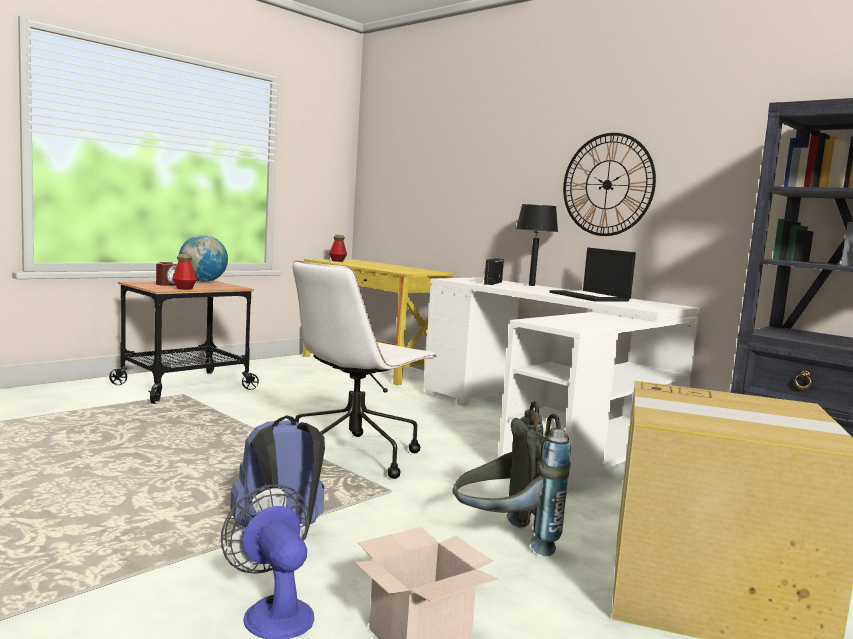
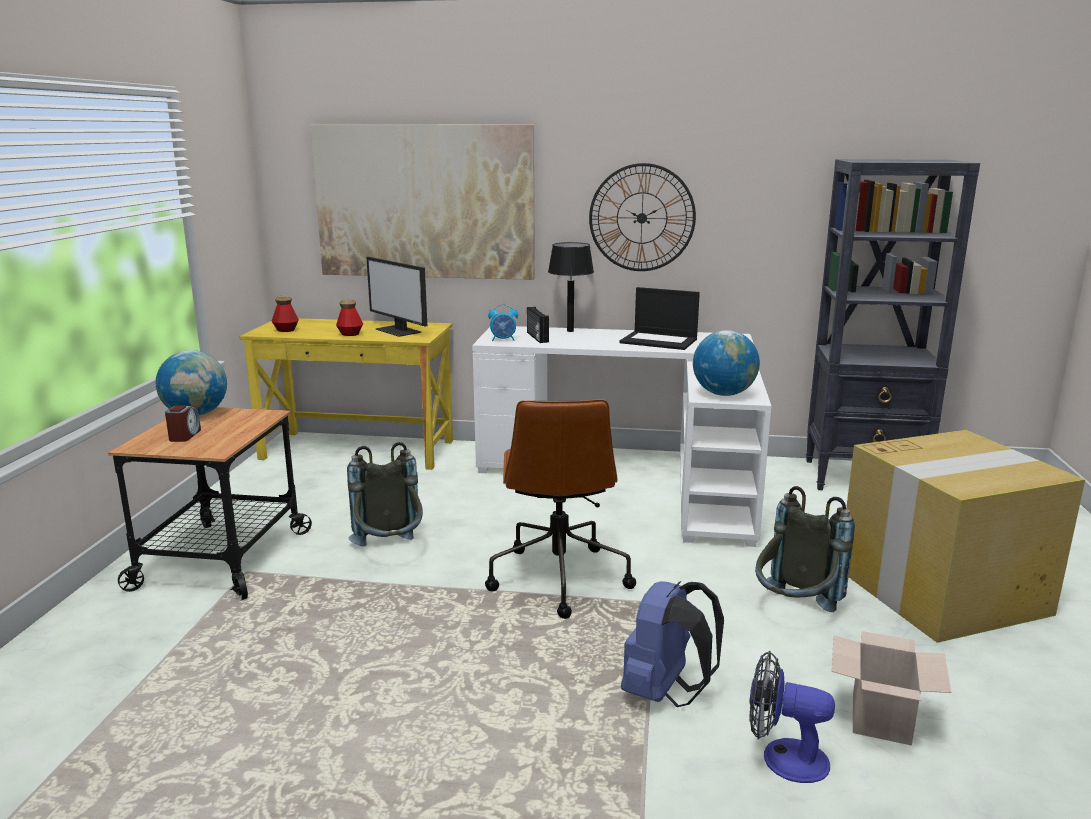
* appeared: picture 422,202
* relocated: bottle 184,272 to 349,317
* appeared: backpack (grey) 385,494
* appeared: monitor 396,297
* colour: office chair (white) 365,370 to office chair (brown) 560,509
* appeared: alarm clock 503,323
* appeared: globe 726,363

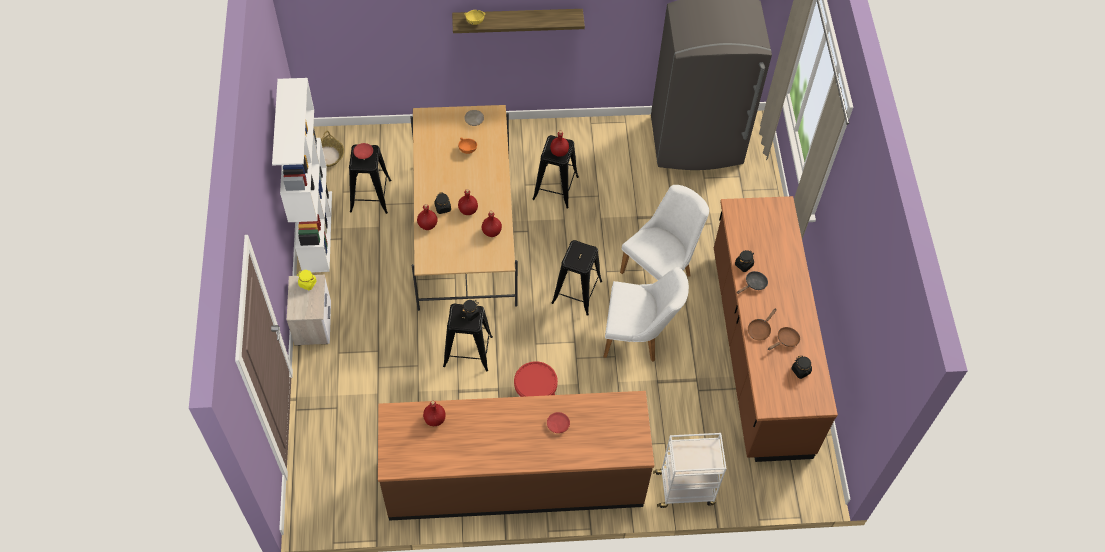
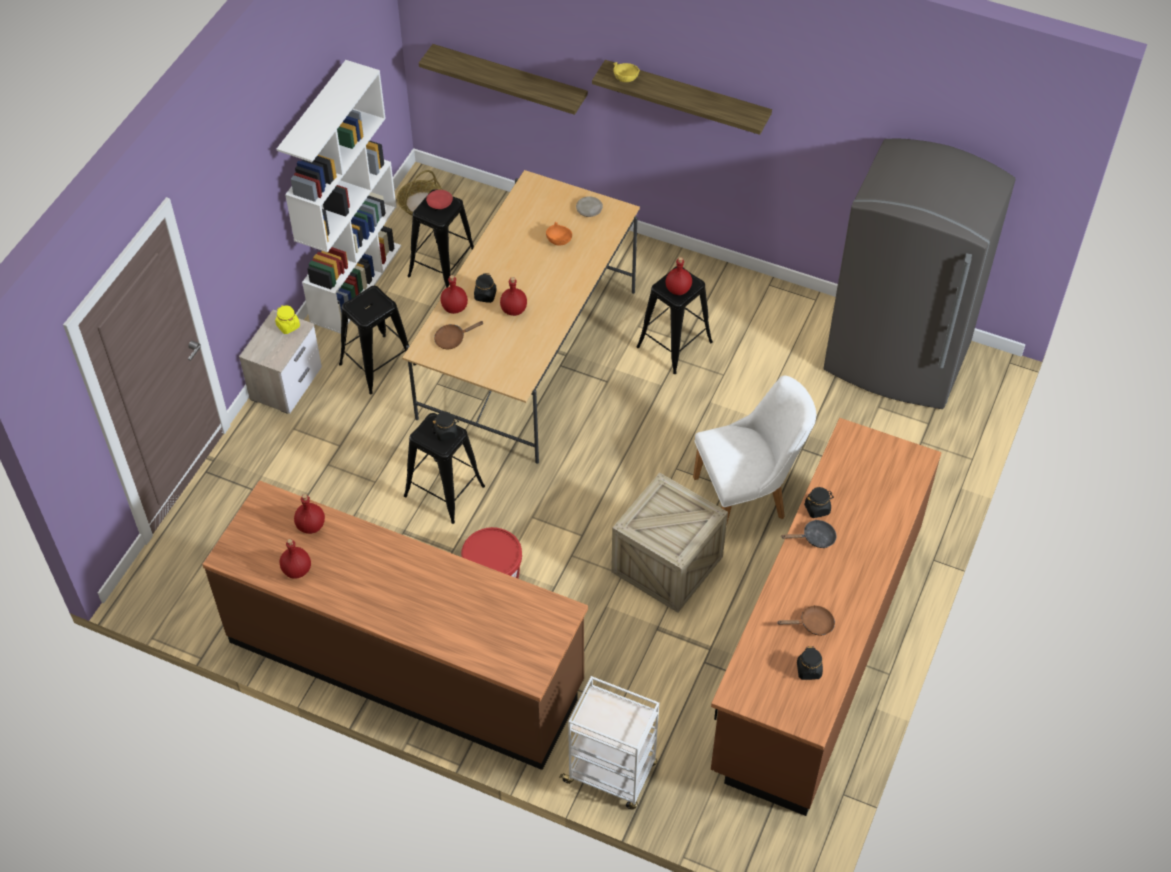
* relocated: bottle (red) 492,224 to 295,559
* relocated: stool (black) 576,278 to 377,340
* appeared: shelf 503,79
* relocated: frying pan (brown) 762,324 to 459,335
* exchanged: chair (white) 646,314 to crate 669,543
* missing: plate (red) 558,422

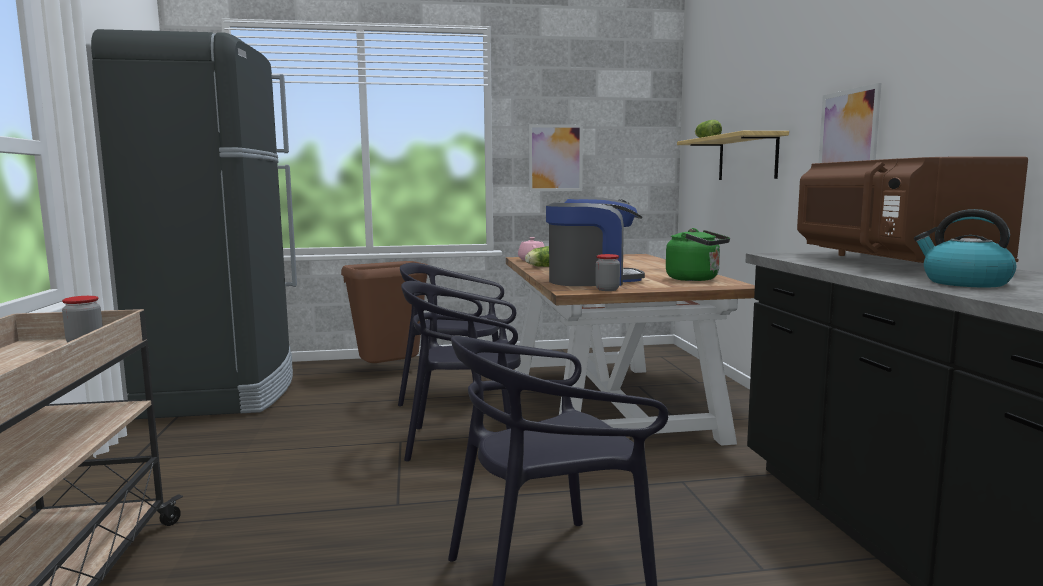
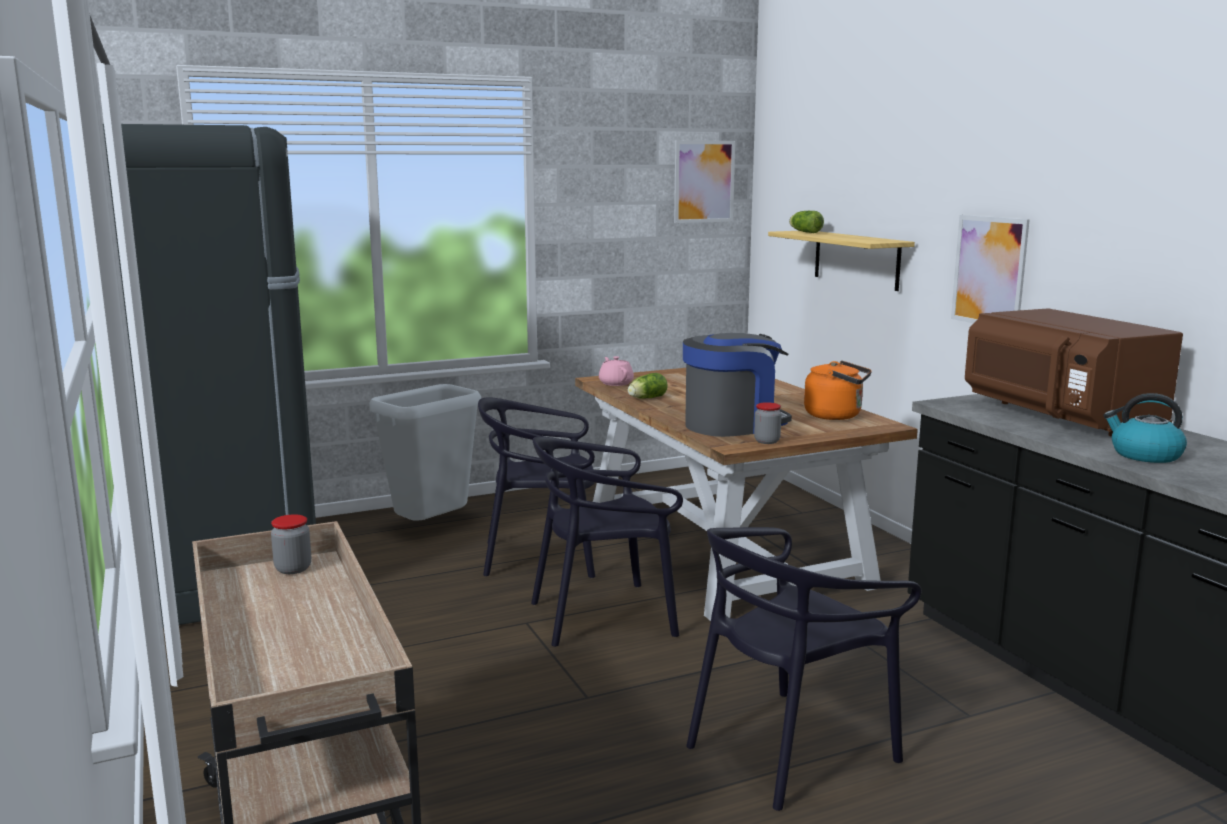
* colour: trash can (brown) 384,312 to trash can (grey) 425,452
* relocated: picture 556,157 to 704,181
* colour: kettle (green) 698,254 to kettle (orange) 838,390

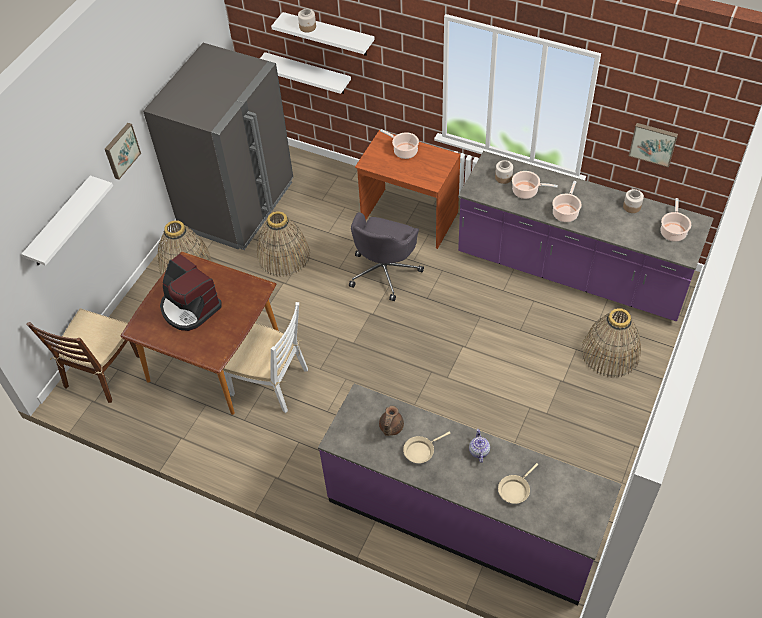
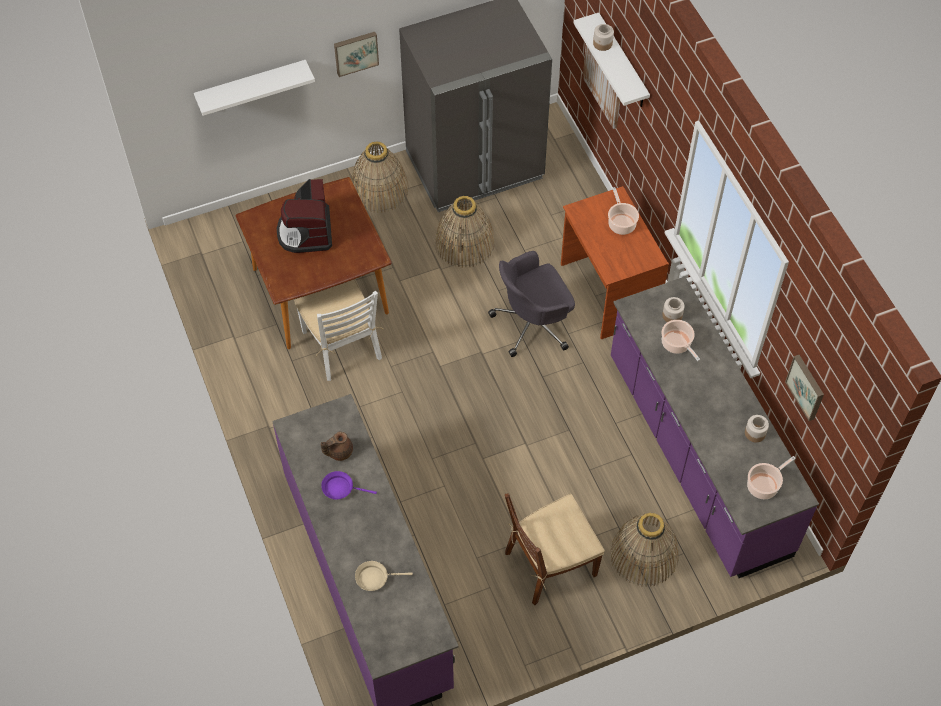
* colour: frying pan (beige) 426,447 to frying pan (purple) 349,485
* relocated: chair (brown) 83,355 to 555,549
* exchanged: shelf (white) 305,73 to picture 601,87
* missing: teapot 479,446
* missing: cooking pot 567,201

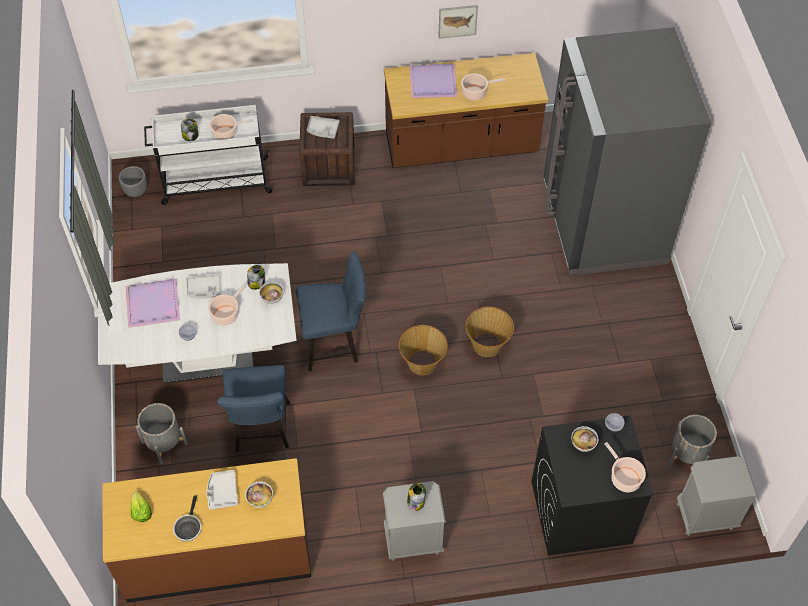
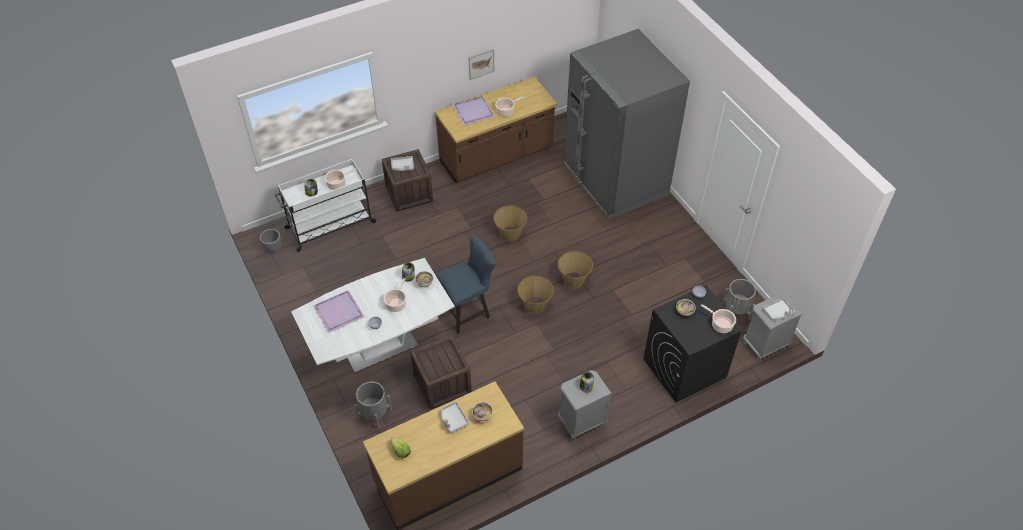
* exchanged: chair (blue) 253,408 to crate 441,372
* appeared: basket 510,223
* relocated: tray (grey) 203,286 to 778,309
* missing: frying pan 187,518

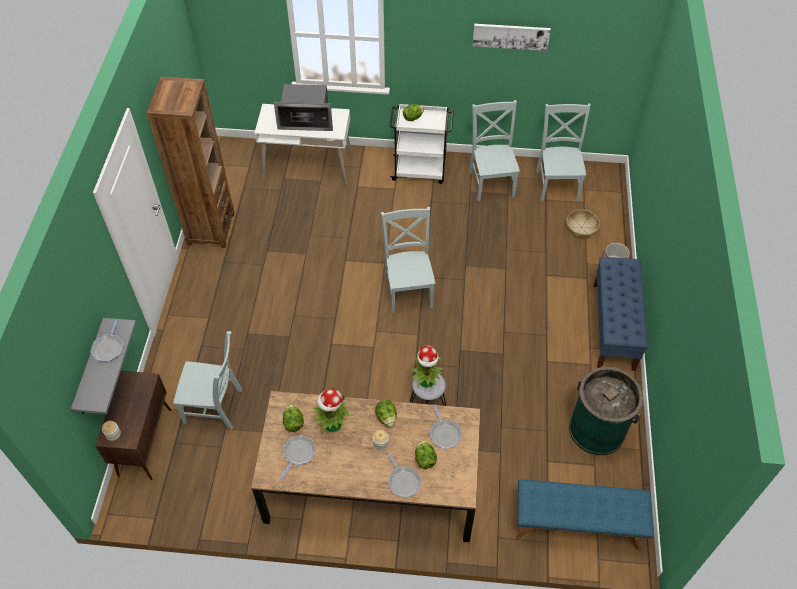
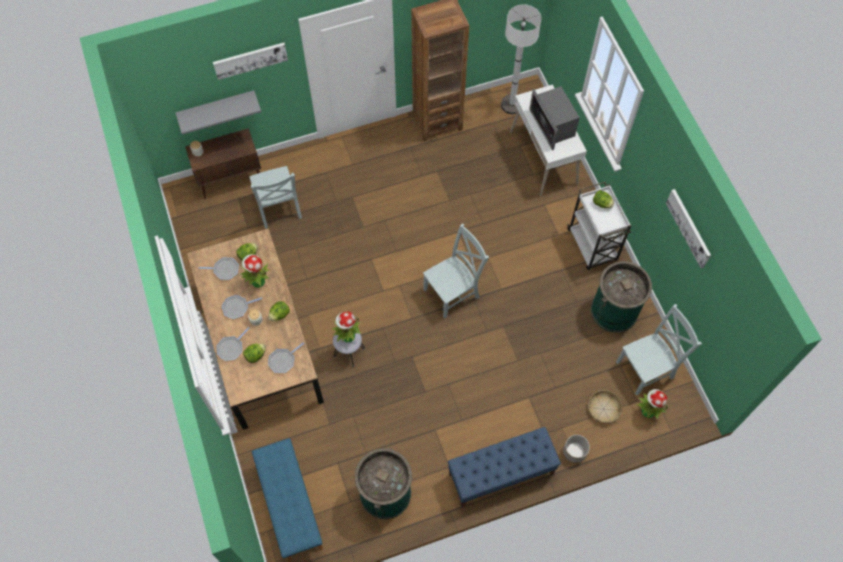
* appeared: picture 250,61
* relocated: frying pan 107,340 to 242,307
* appeared: floor lamp (white) 521,59
* exchanged: chair (grey) 494,150 to trash can (green) 621,297
* appeared: potted plant 652,404

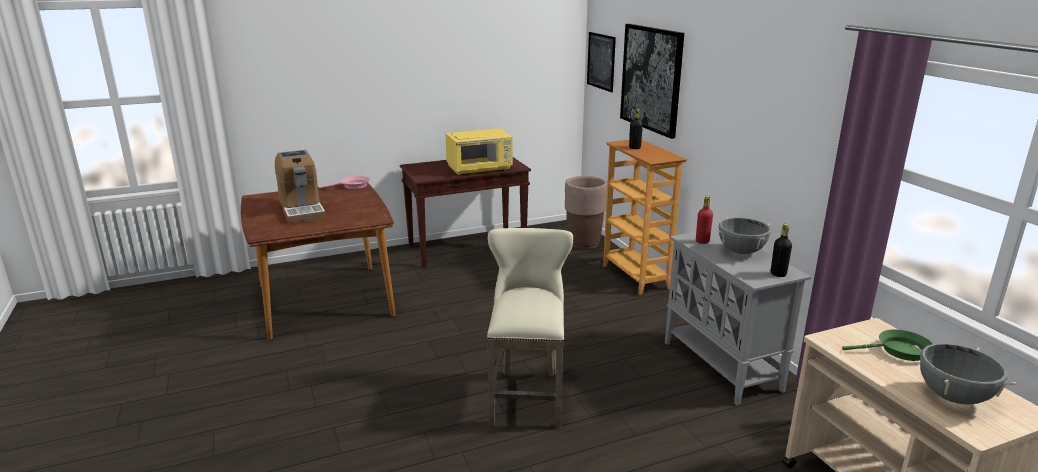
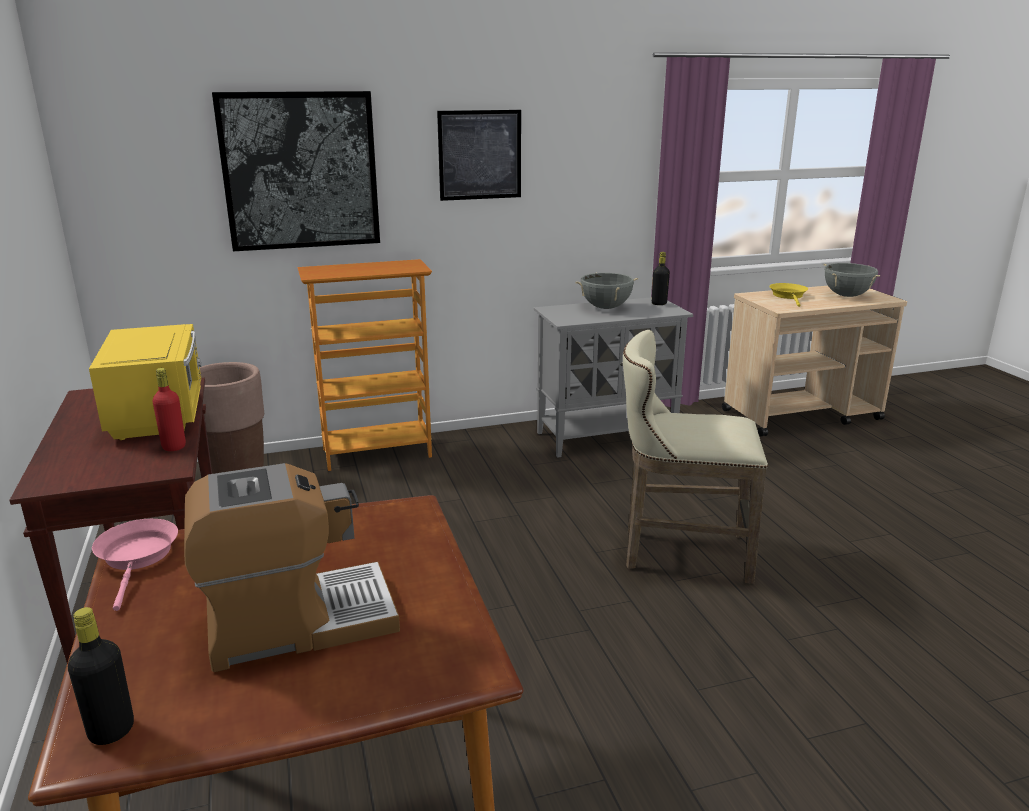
* relocated: bottle (black) 636,129 to 101,676
* relocated: bottle (red) 704,220 to 169,409
* relocated: picture 601,62 to 479,155
* colour: frying pan (green) 887,345 to frying pan (yellow) 788,295

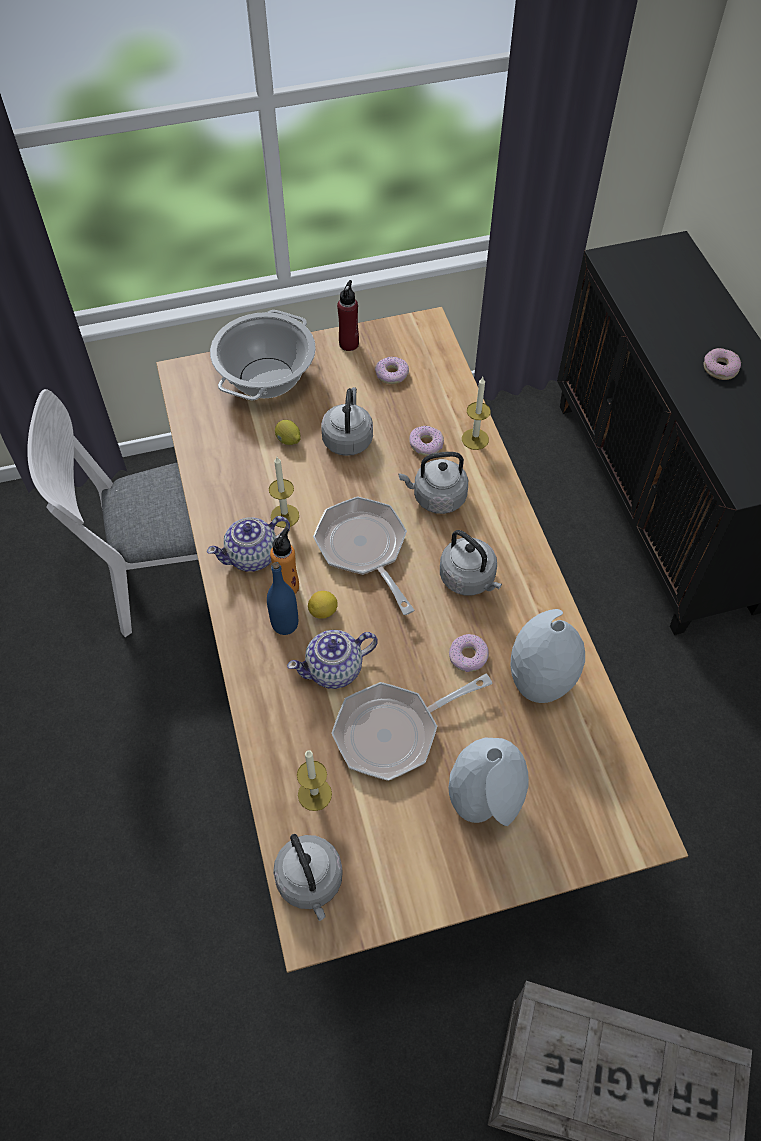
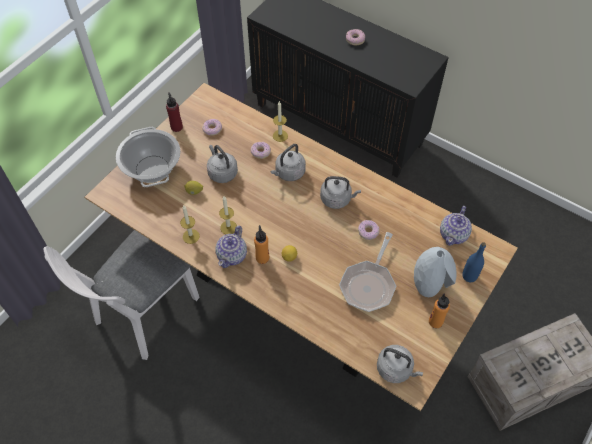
* relocated: candle 314,780 to 190,224
* appeared: bottle (orange) 439,310
* relocated: teapot 332,659 to 456,226
* relocated: bottle (blue) 282,598 to 474,262
* missing: frying pan 363,555
* missing: vase (grey) 547,656

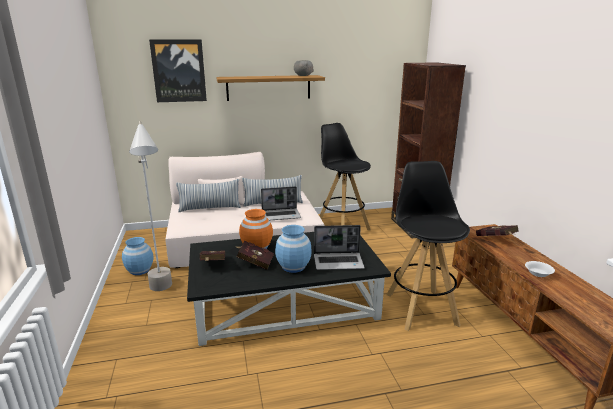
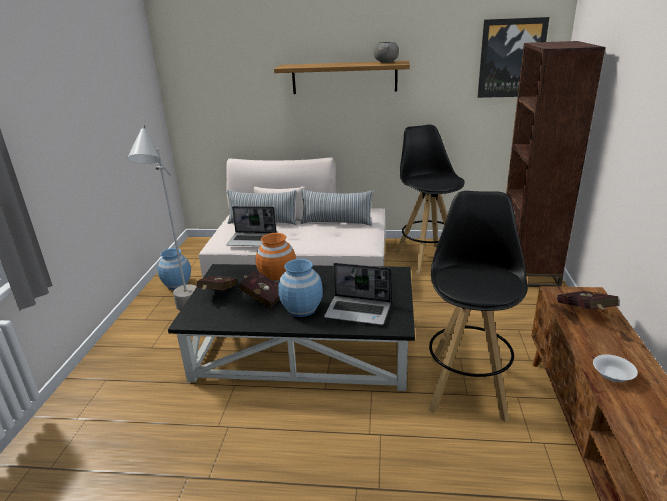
* relocated: laptop 281,203 to 251,226
* relocated: picture 178,70 to 513,57

